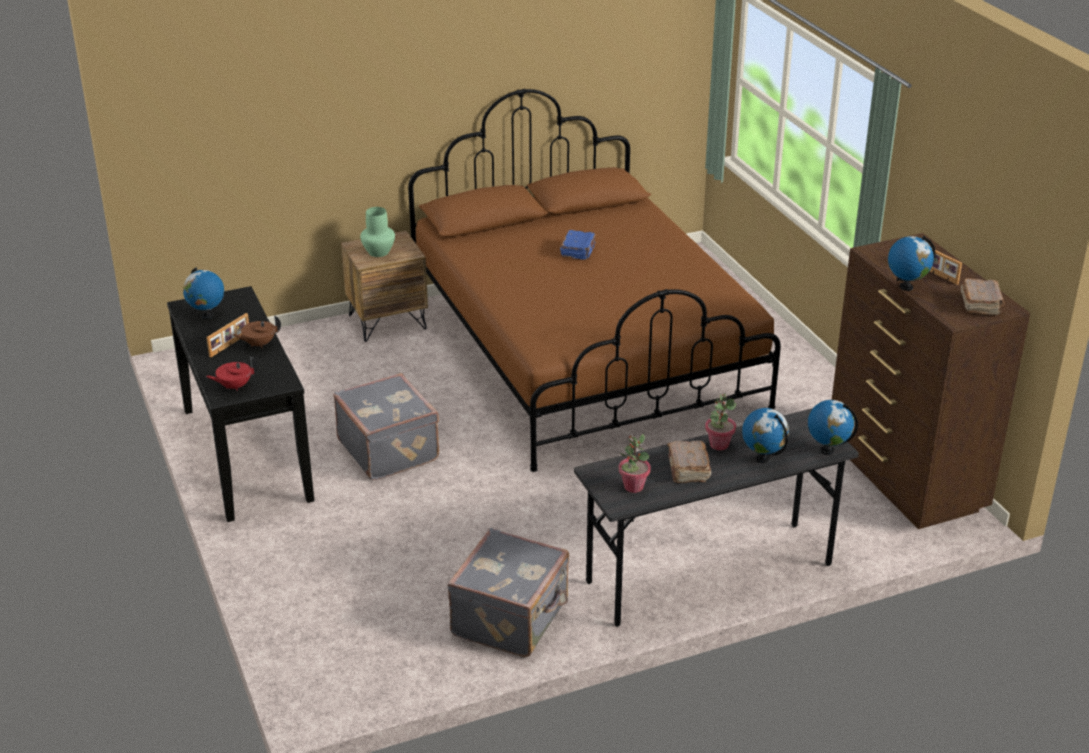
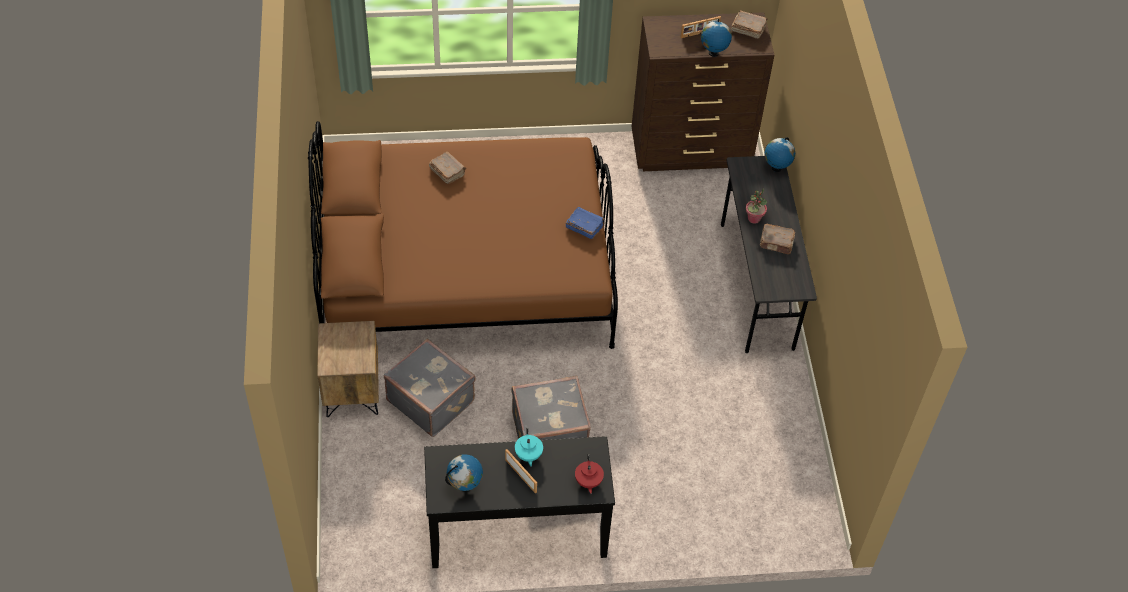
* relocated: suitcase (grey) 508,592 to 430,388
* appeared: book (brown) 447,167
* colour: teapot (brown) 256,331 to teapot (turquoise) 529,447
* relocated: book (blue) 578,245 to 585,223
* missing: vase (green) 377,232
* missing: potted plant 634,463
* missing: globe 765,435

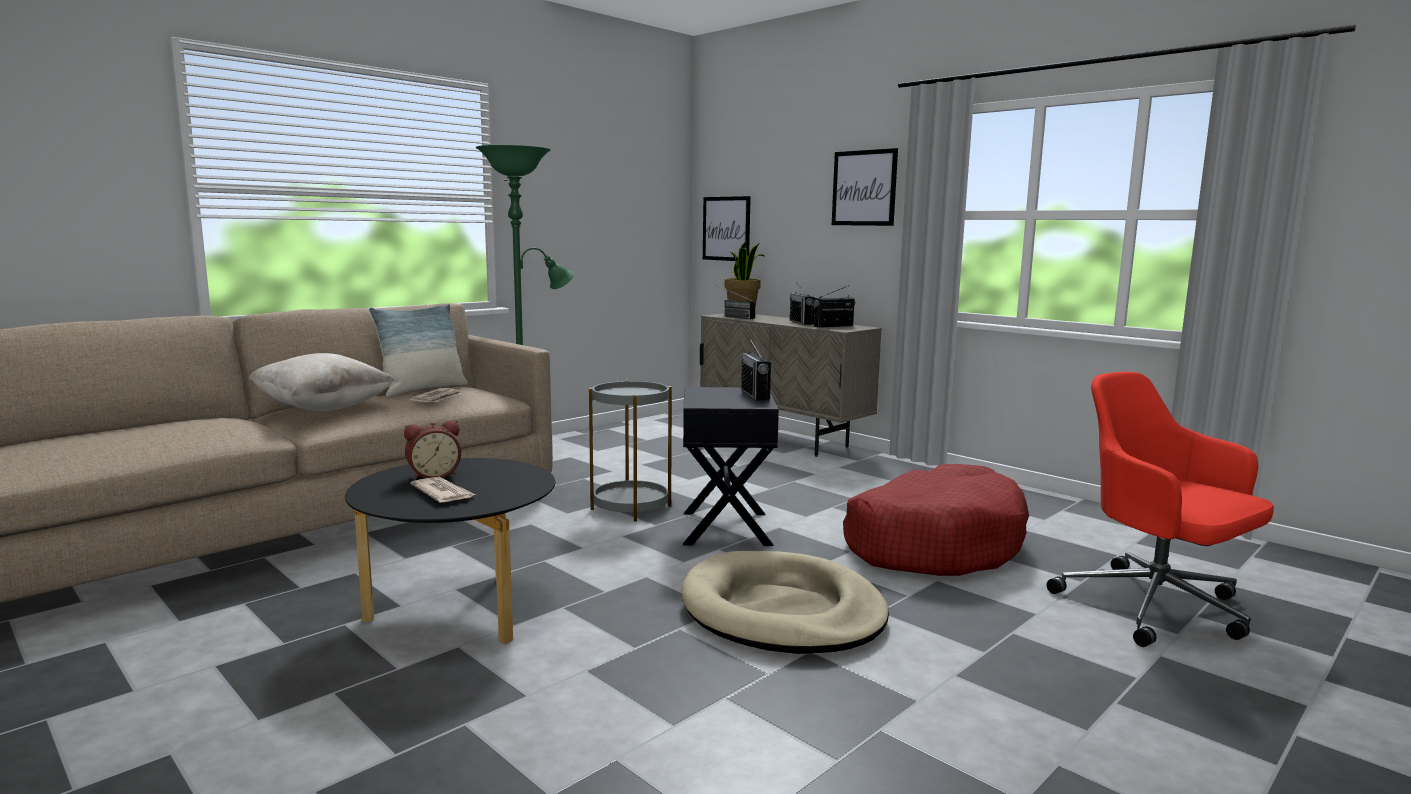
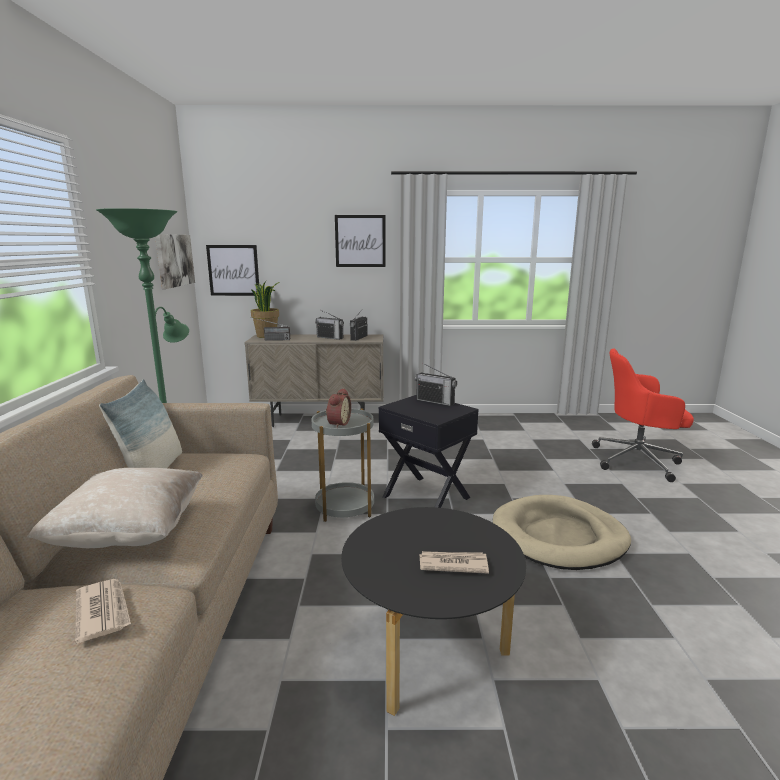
* relocated: newspaper 435,395 to 103,611
* appeared: picture 175,261
* relocated: alarm clock 432,450 to 338,408
* missing: dog bed (red) 936,520

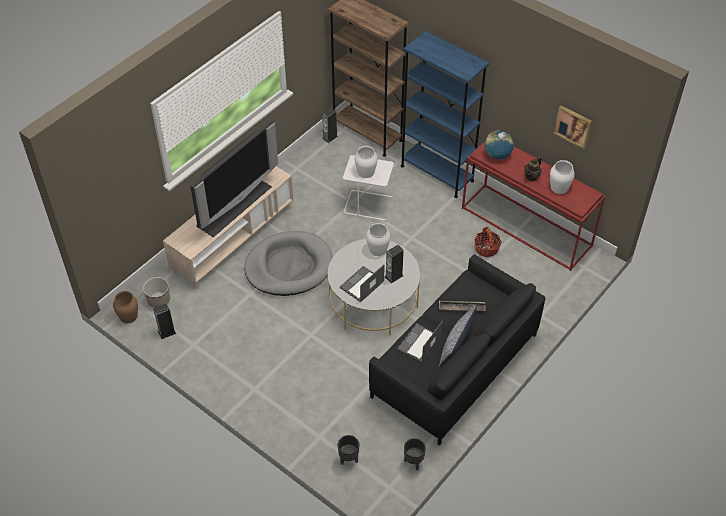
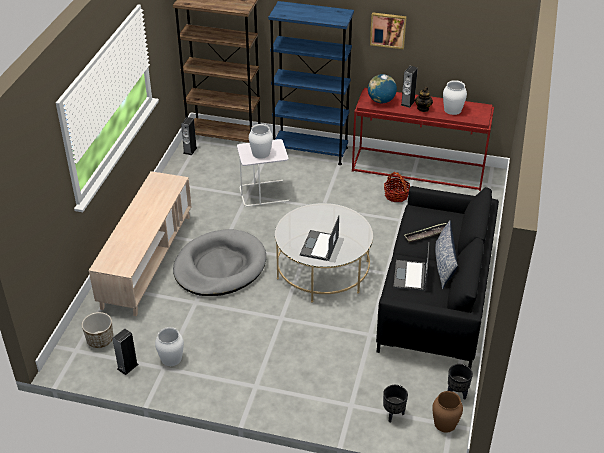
* relocated: vase (white) 378,239 to 169,346
* relocated: picture 573,127 to 388,30
* relocated: speaker 394,264 to 409,87
* relocated: vase (brown) 125,307 to 447,411
* missing: television 234,178

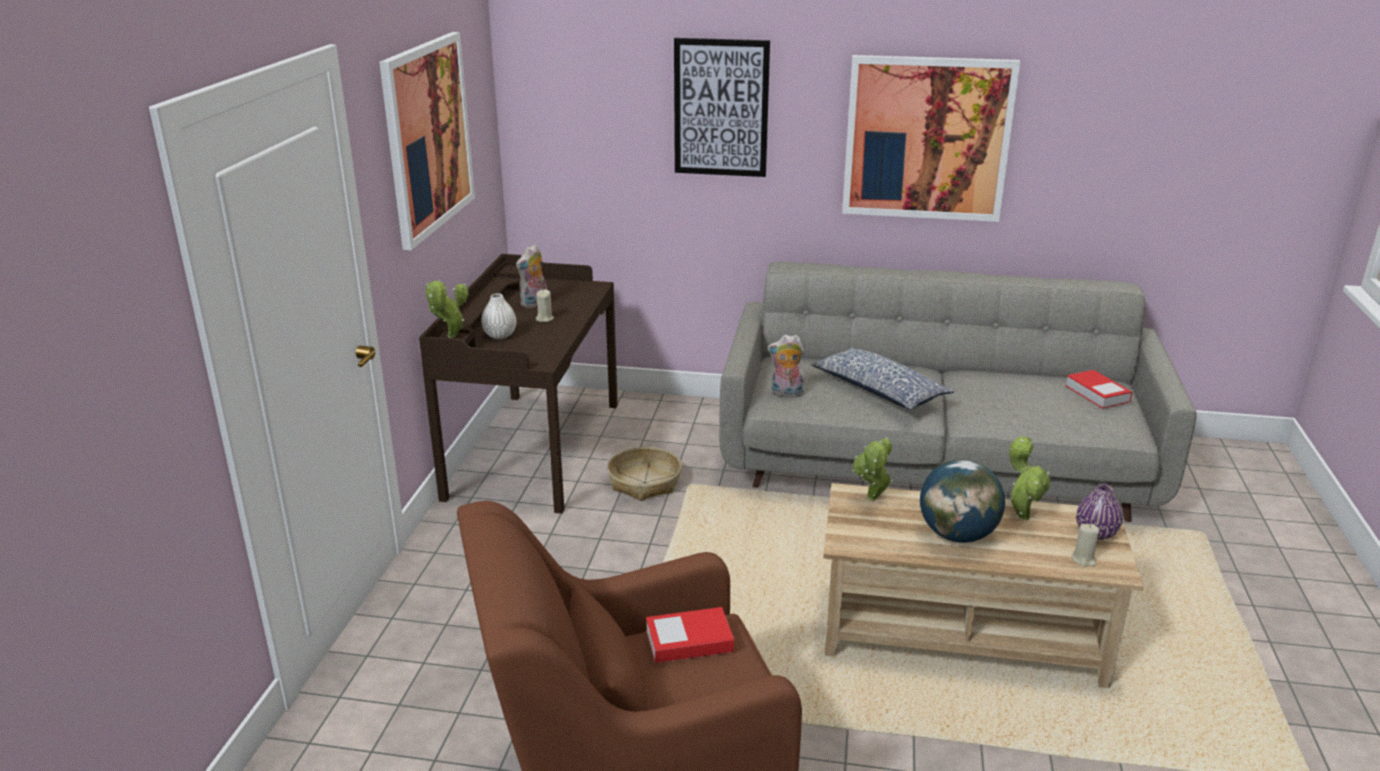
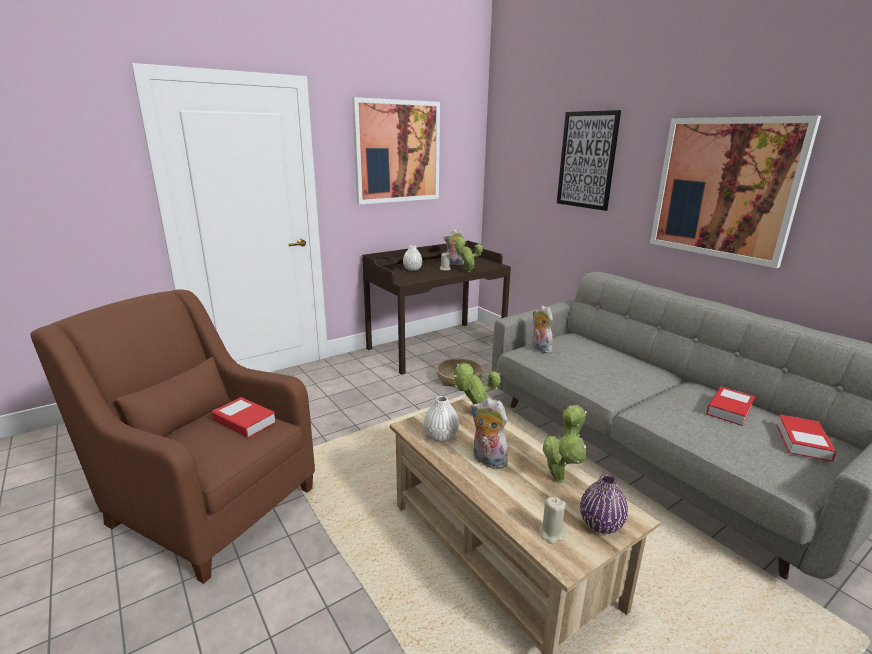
* appeared: vase (white) 441,419
* relocated: potted plant 447,309 to 468,254
* exchanged: globe 962,501 to plush toy 489,433
* appeared: book 730,406
* missing: pillow 882,378

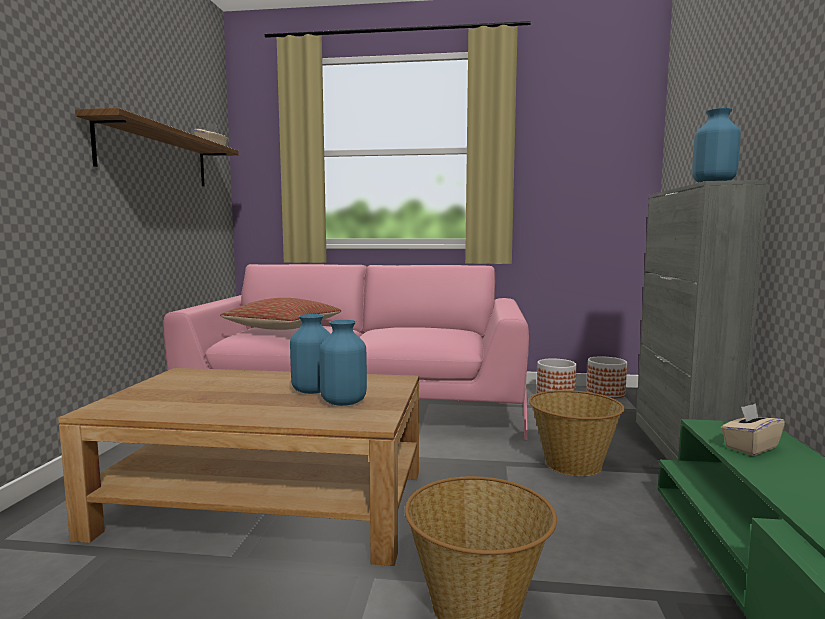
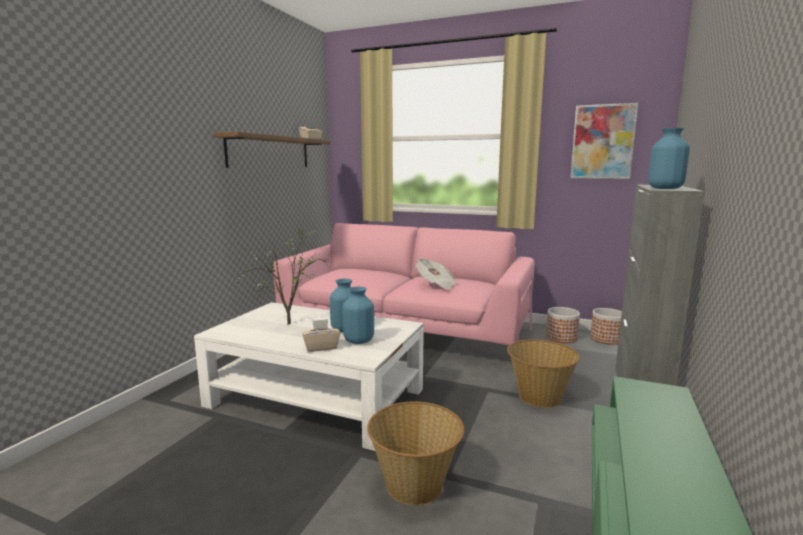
* colour: coffee table (brown) 238,467 to coffee table (white) 309,376
* appeared: potted plant 283,276
* relocated: tissue box (beige) 753,429 to 321,335
* appeared: newspaper 436,274
* appeared: picture 604,141
* missing: pillow 280,314

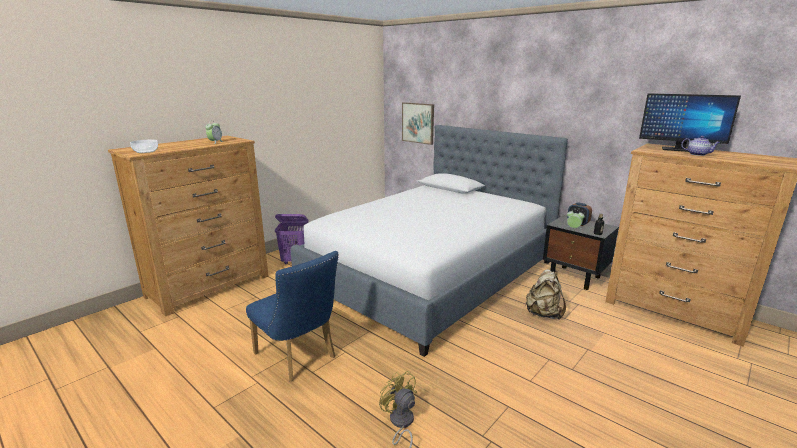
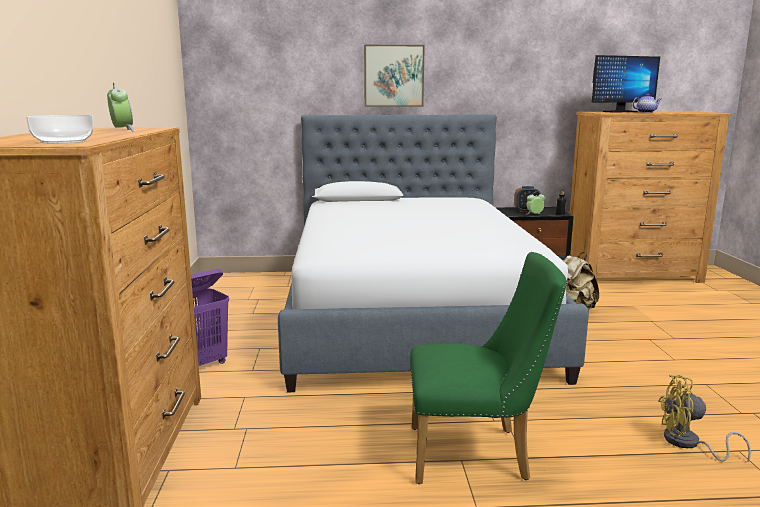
* relocated: picture 418,123 to 394,76
* colour: chair (blue) 292,316 to chair (green) 488,368

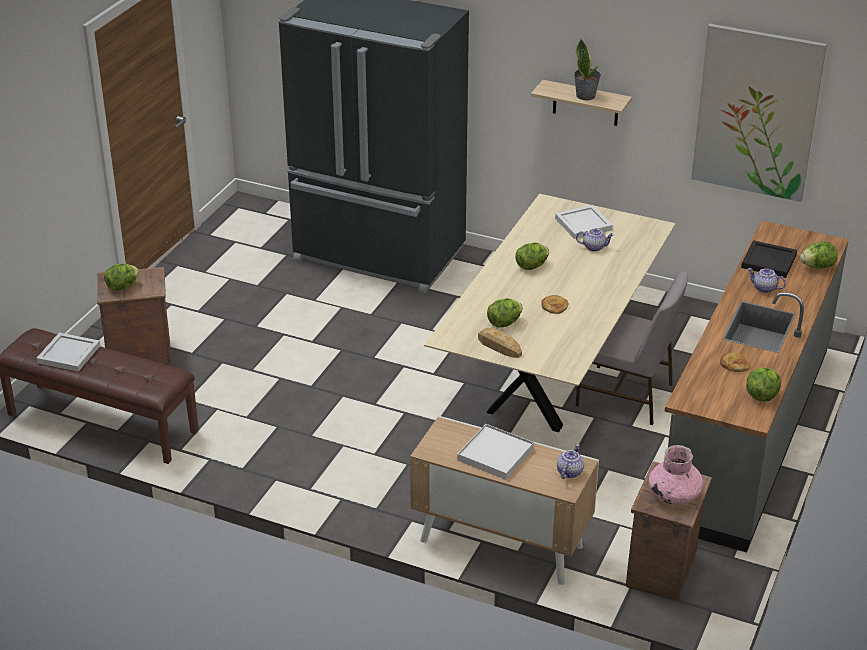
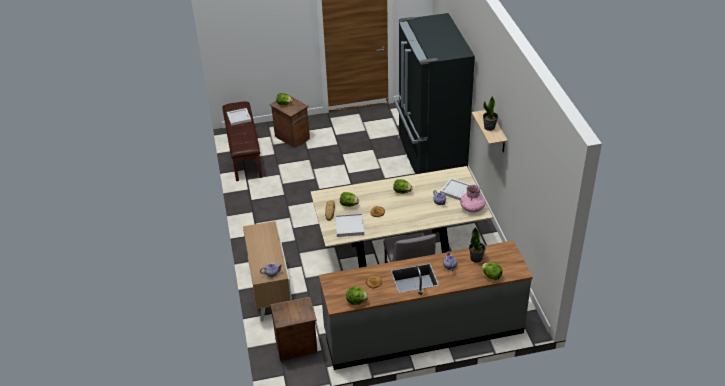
* relocated: tray (white) 495,452 to 349,225
* relocated: vase (pink) 676,475 to 472,199
* exchanged: tray (black) 769,259 to potted plant 477,245
* missing: picture 759,113

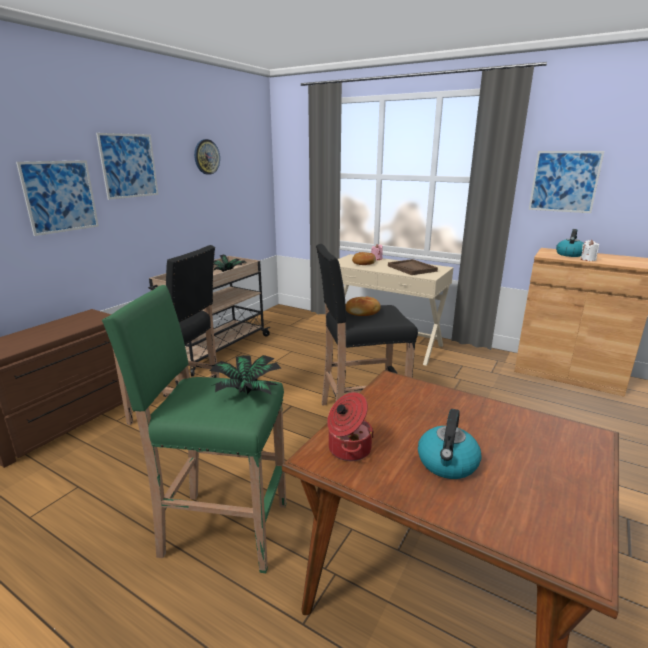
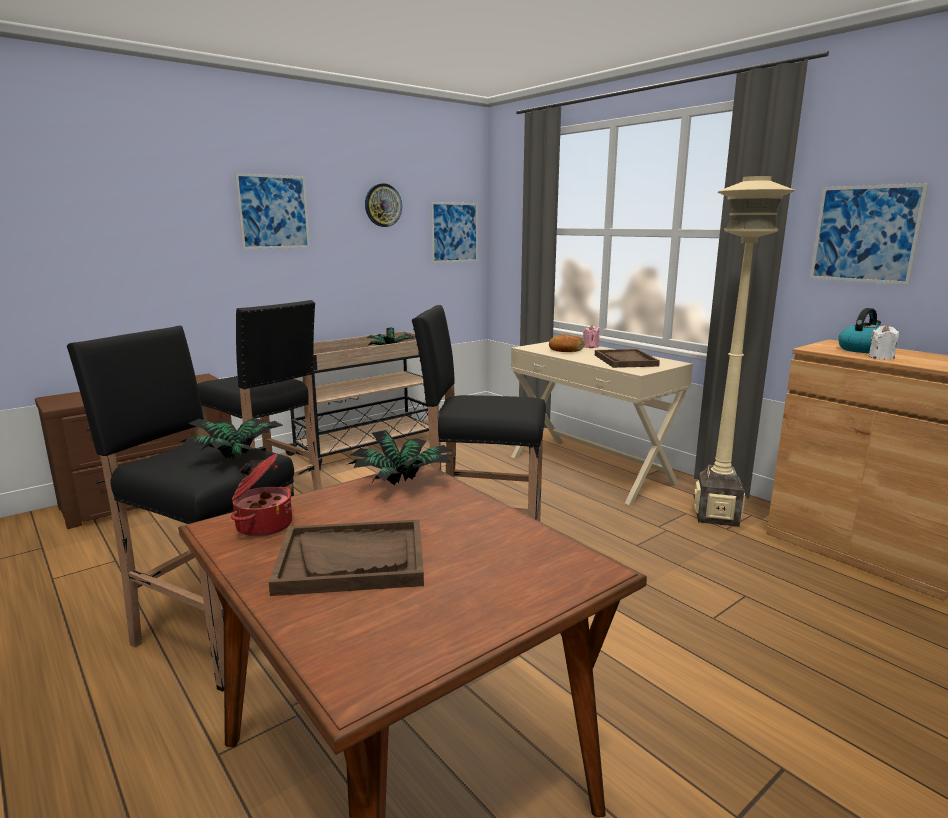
* colour: stool (green) 194,429 to stool (black) 180,508
* exchanged: kettle 450,444 to tray (brown) 346,558
* appeared: potted plant 401,457
* relocated: picture 57,198 to 454,232
* appeared: floor lamp (beige) 744,351
* missing: bread 363,306

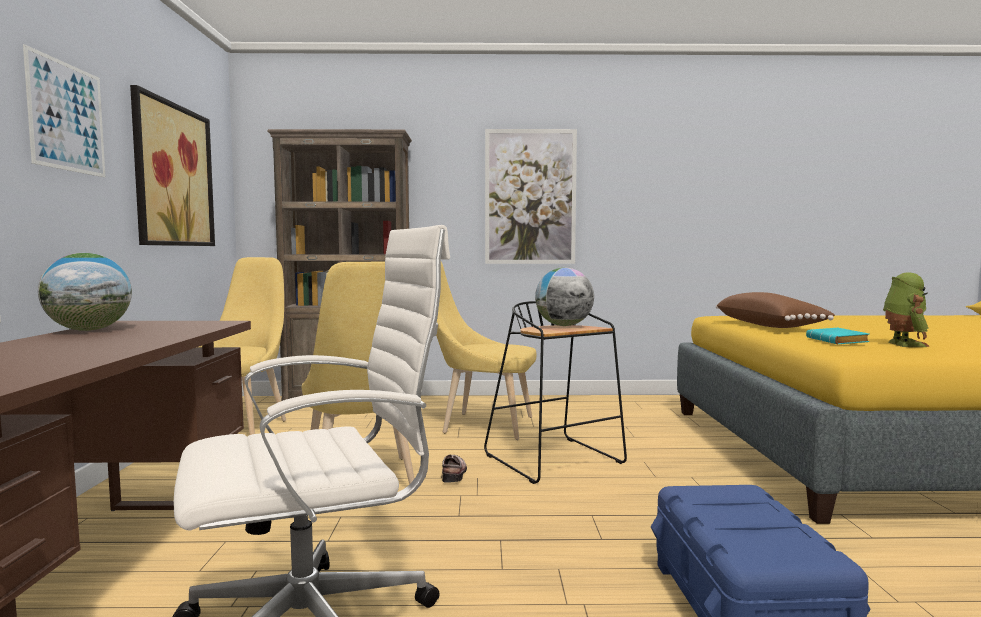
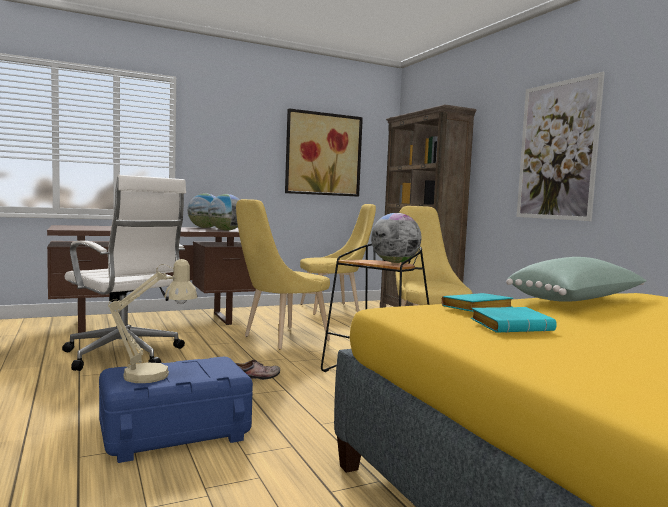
* appeared: table lamp (beige) 153,321
* appeared: globe 224,212
* relocated: shoe 454,469 to 258,370
* exchanged: toy robot 906,309 to book (turquoise) 514,320
* colour: pillow (brown) 775,310 to pillow (green) 576,279
* missing: picture 64,110

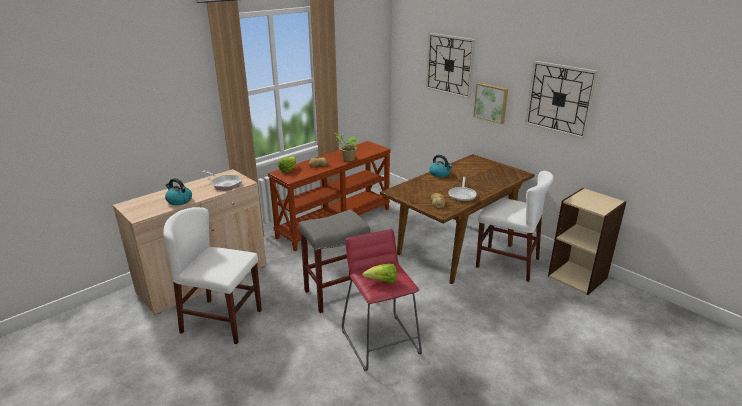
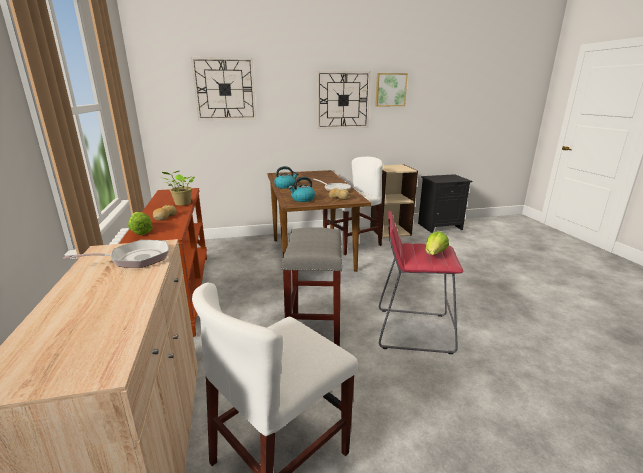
* relocated: kettle 178,191 to 301,189
* relocated: picture 490,103 to 391,90
* appeared: nightstand (black) 445,203

